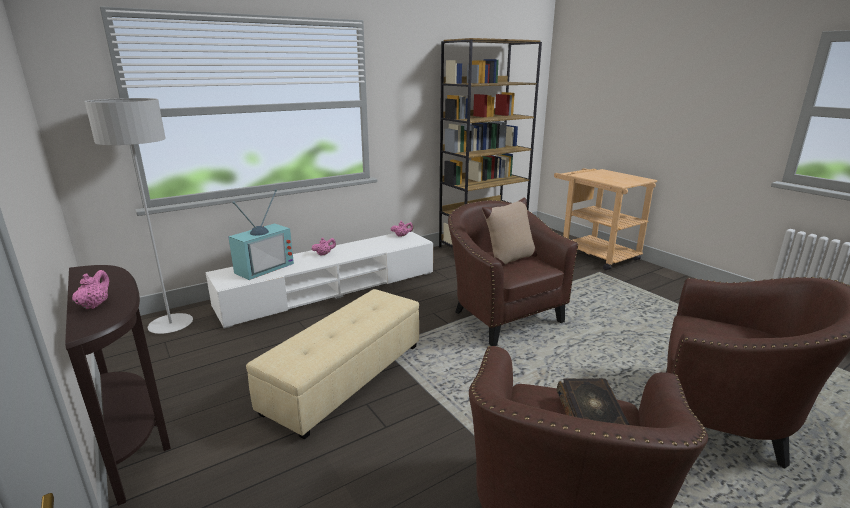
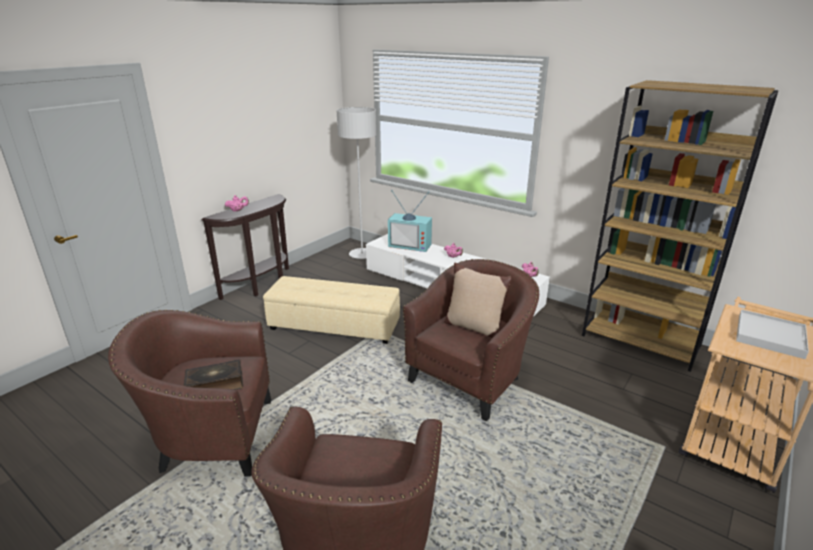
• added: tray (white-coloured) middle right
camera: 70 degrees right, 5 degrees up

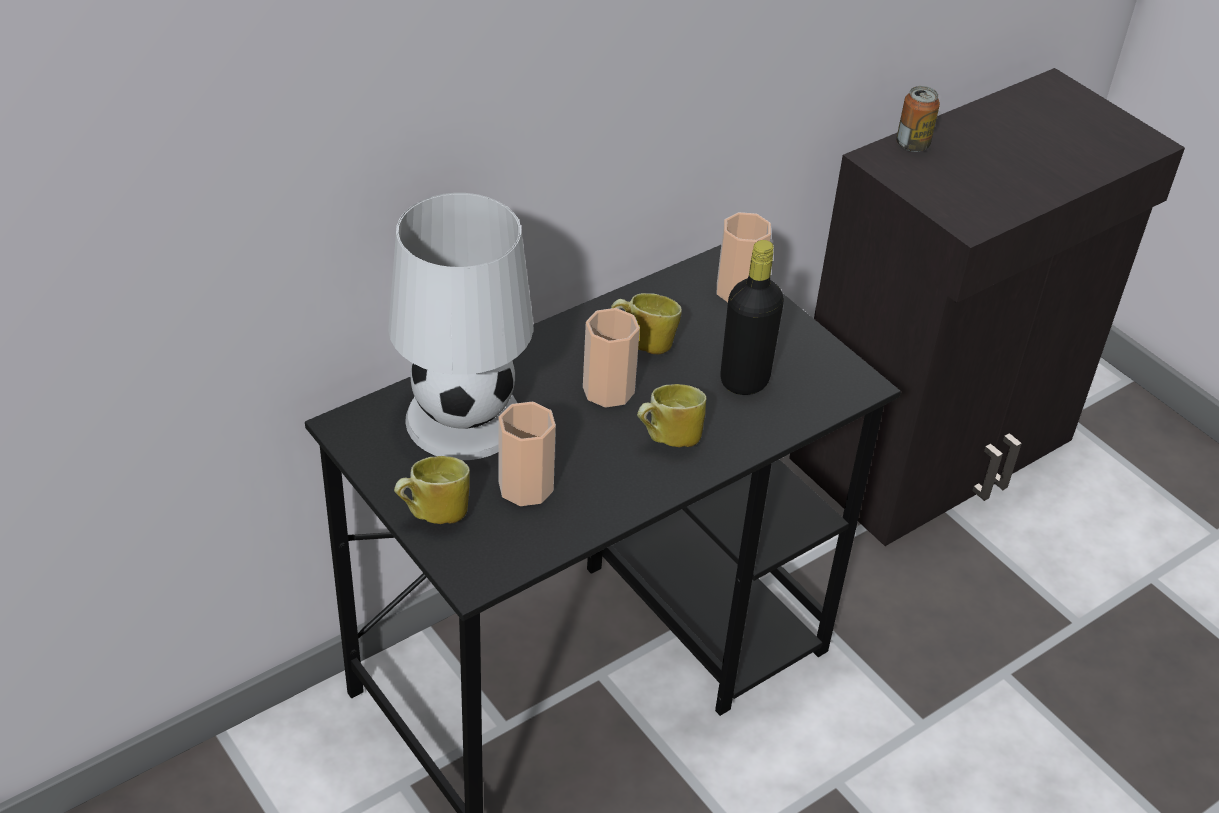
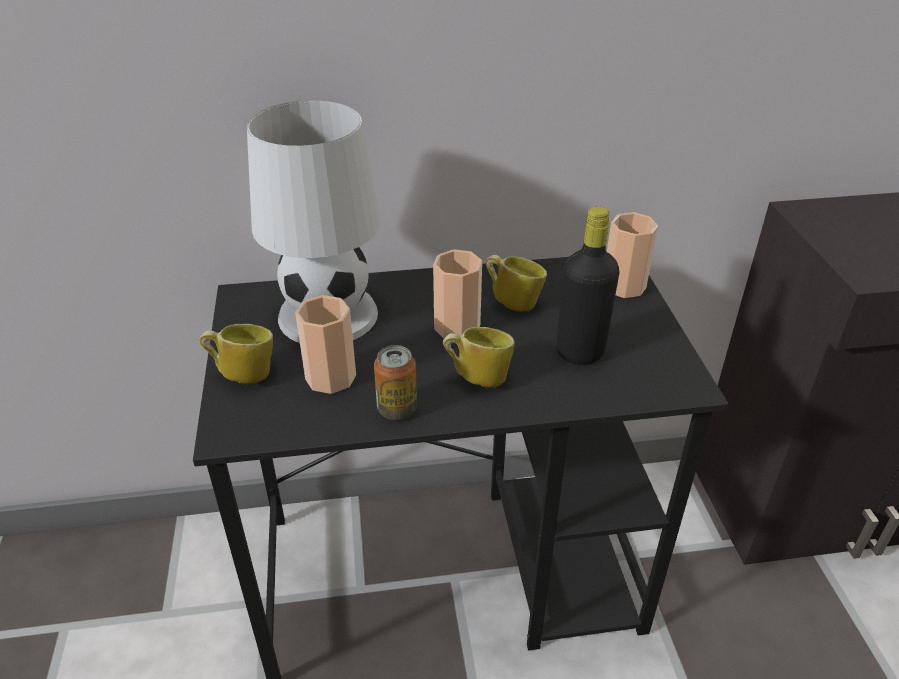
• moved: metal can top right to centre
camera: 30 degrees right, 5 degrees down

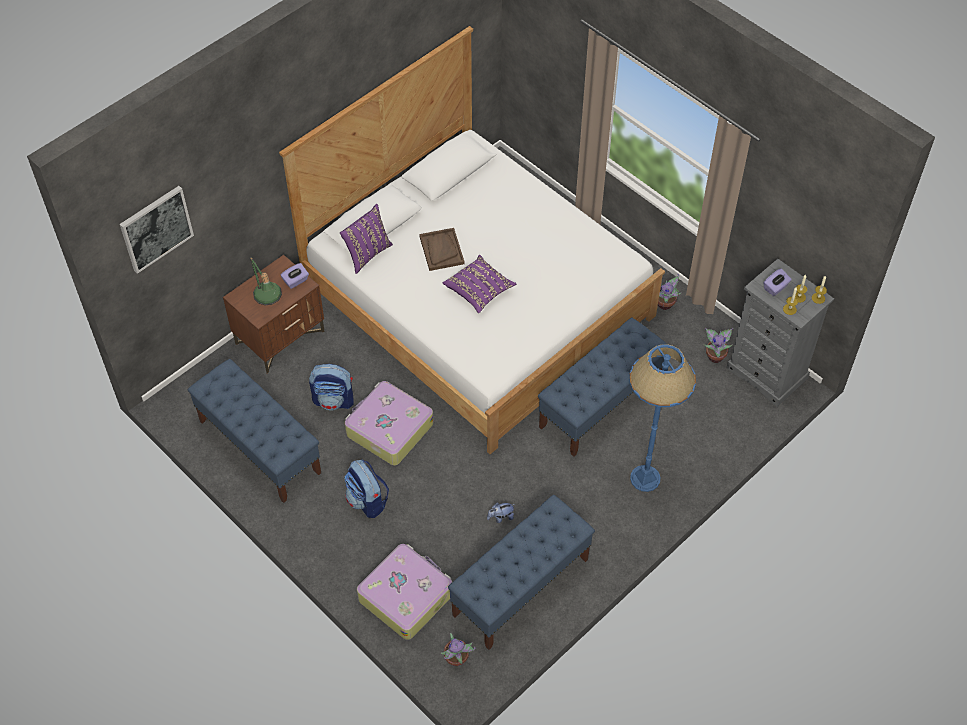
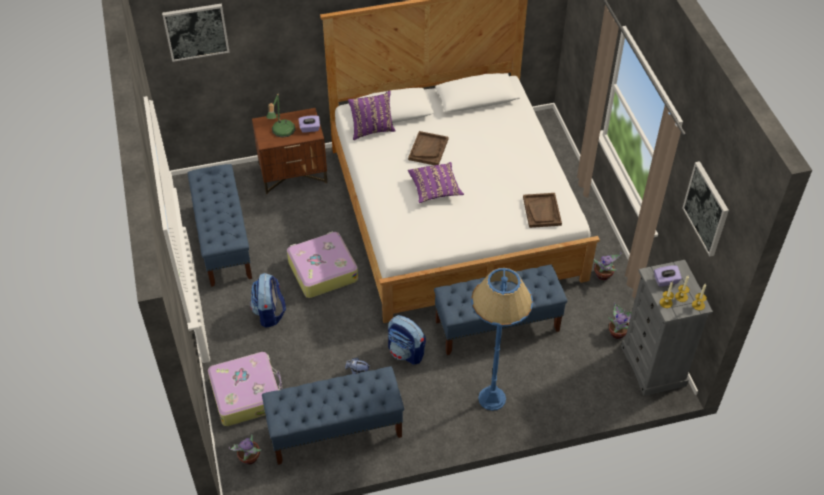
• moved: backpack (1st from left in the first image) centre to backpack (2nd from left) bottom centre
• added: tray (brownish) (2nd from left) centre
• added: wall picture (2nd from left) middle right
camera: 30 degrees right, 5 degrees down

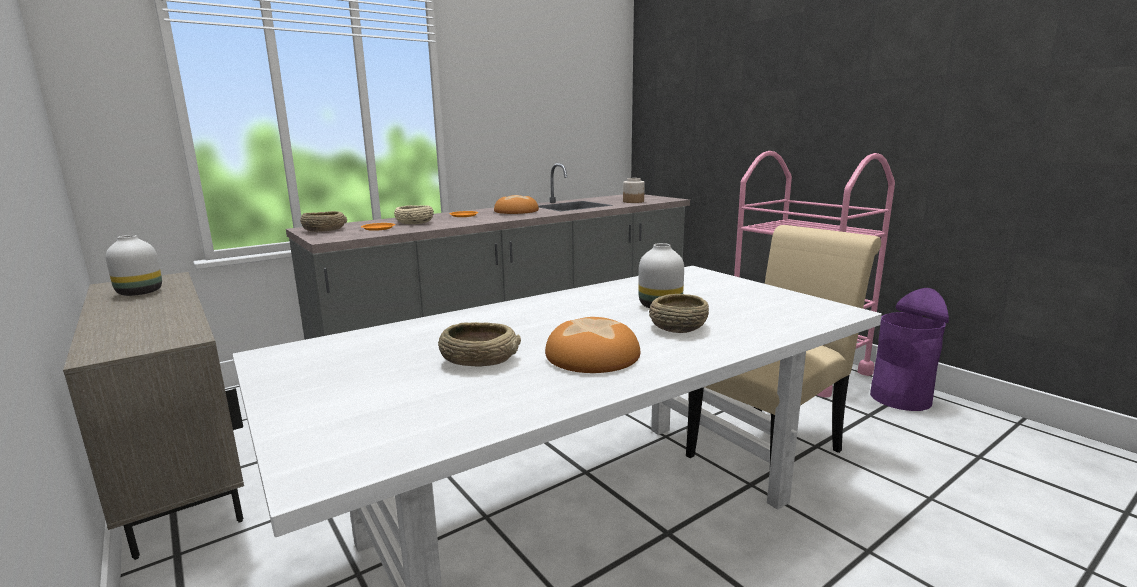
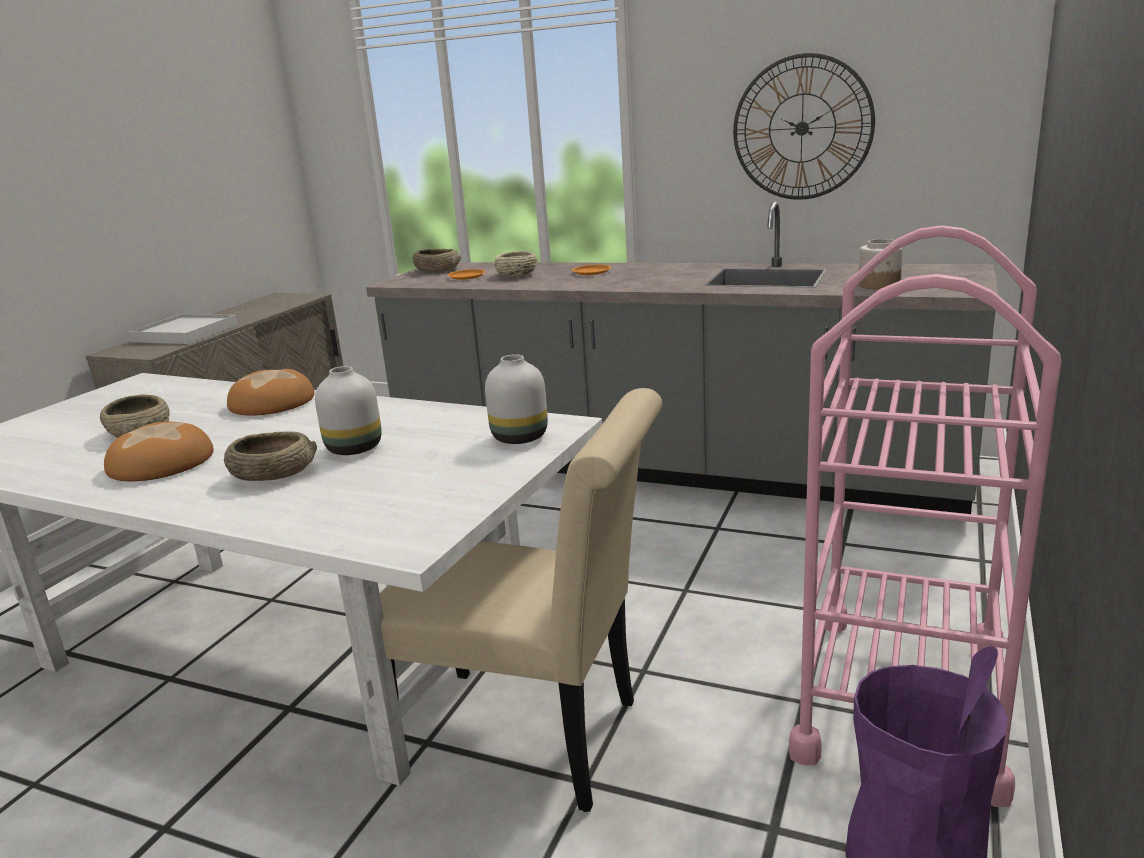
• moved: decorative vase (white-coloured) (1st from left in the first image) middle left to decorative vase (white-coloured) (2nd from left) centre
• moved: bread (1st from left in the first image) centre to bread (2nd from left) middle left
• added: tray (white-coloured) middle left
• added: wall clock top right
camera: 60 degrees right, 5 degrees up

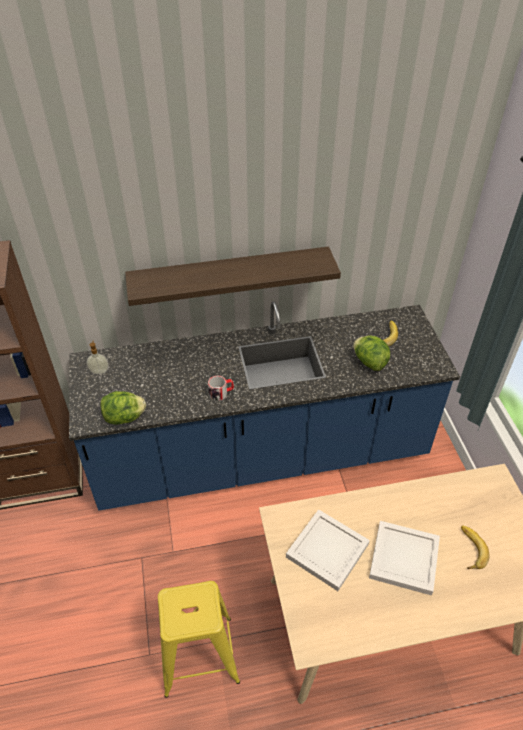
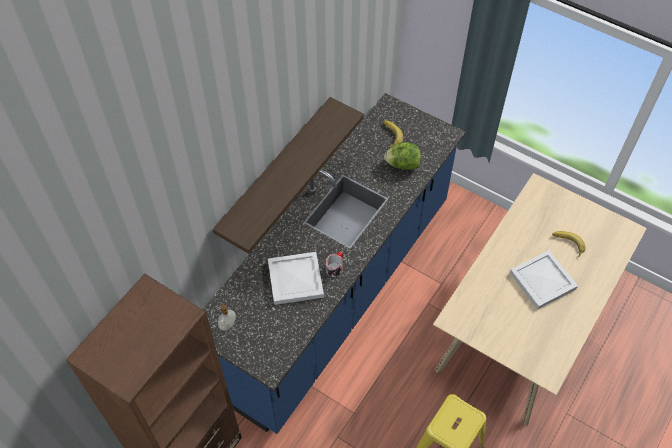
• removed: lettuce (1st from left) middle left
• moved: tray (white-coloured) (1st from left) bottom centre to centre
camera: 45 degrees left, 10 degrees up

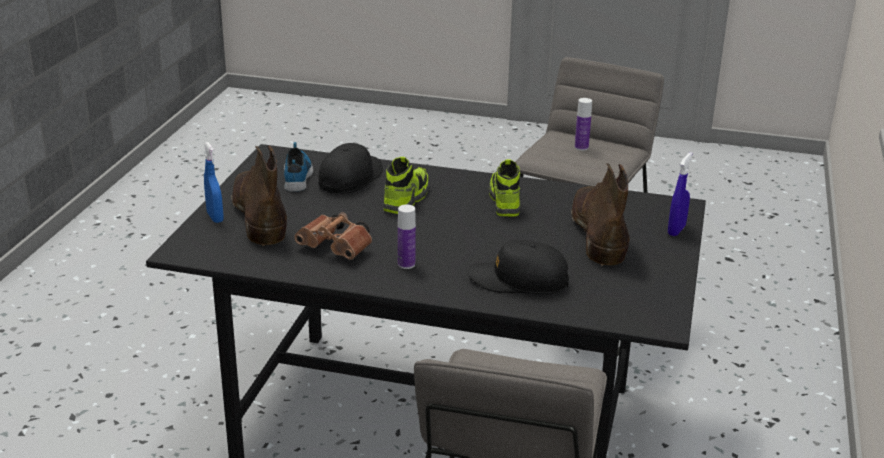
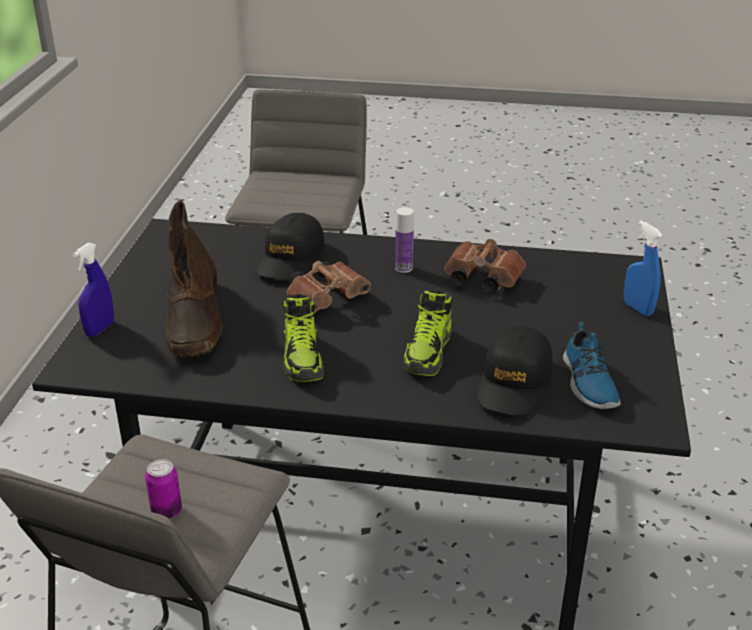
• removed: high-top boot (brownish) (1st from left) middle left
• turned: peaked cap (blackish) (2nd from left in the first image) centre = centre 105 degrees clockwise
• replaced: drink bottle (2nd from left) top centre to metal can bottom left
• added: pair of binoculars (brownish) (1st from left) centre
camera: 175 degrees right, 5 degrees up

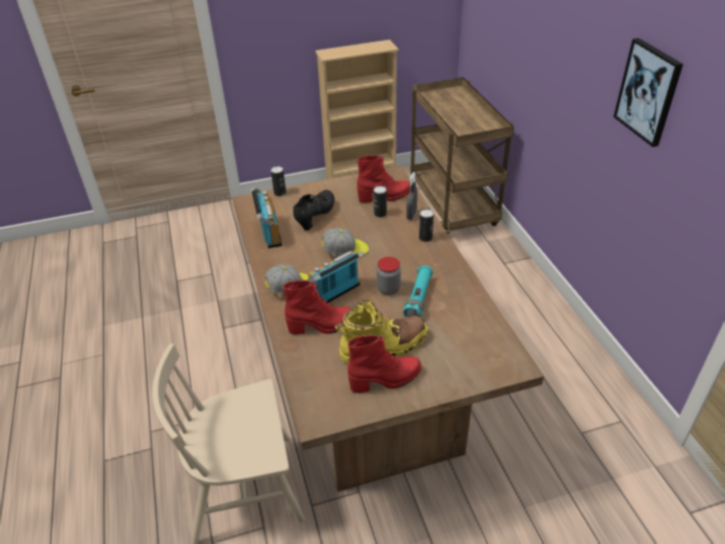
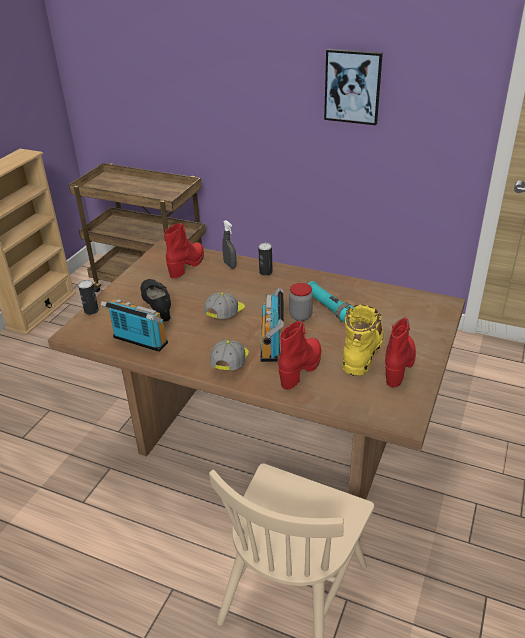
• removed: metal can (2nd from left) centre
camera: 50 degrees left, 5 degrees down

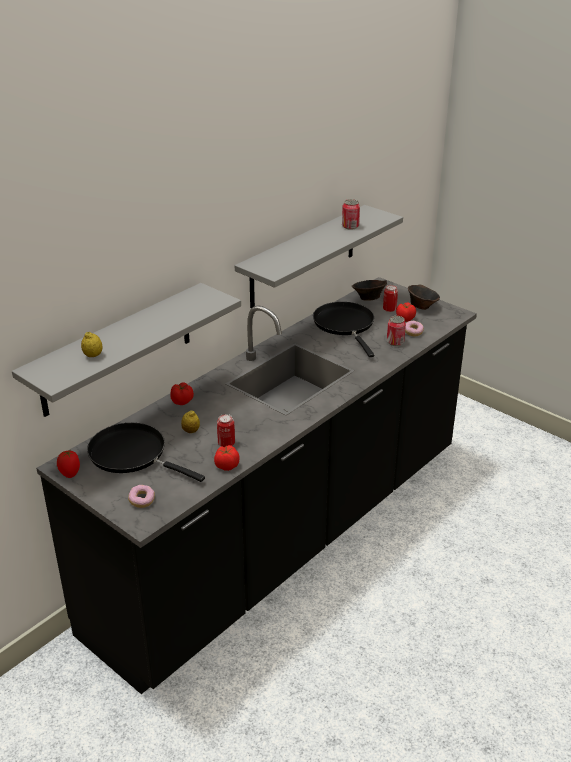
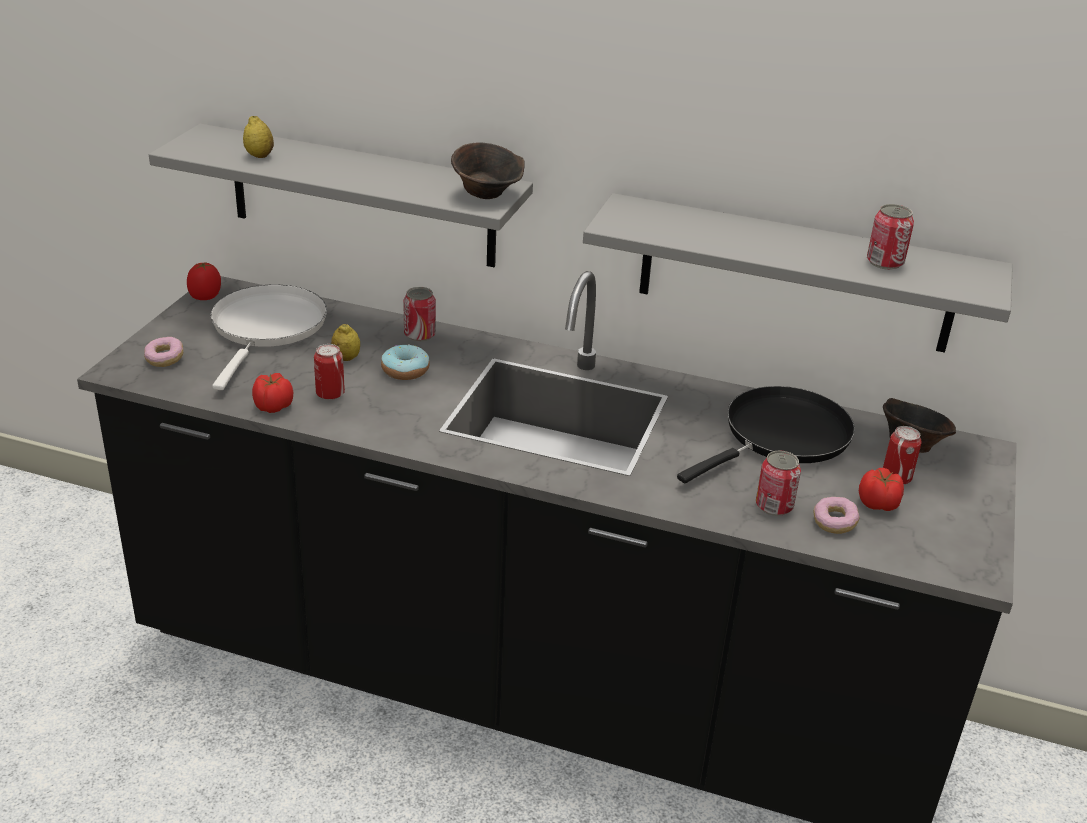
• recoloured: skillet (blackish) (1st from left) middle left to skillet (white-coloured) middle left
• replaced: whole tomato (2nd from left) middle left to metal can (2nd from left) centre
• moved: bowl (brownish) (2nd from left in the first image) middle right to bowl (brownish) (1st from left) top centre
• added: donut (2nd from left) centre
camera: 65 degrees right, 0 degrees up

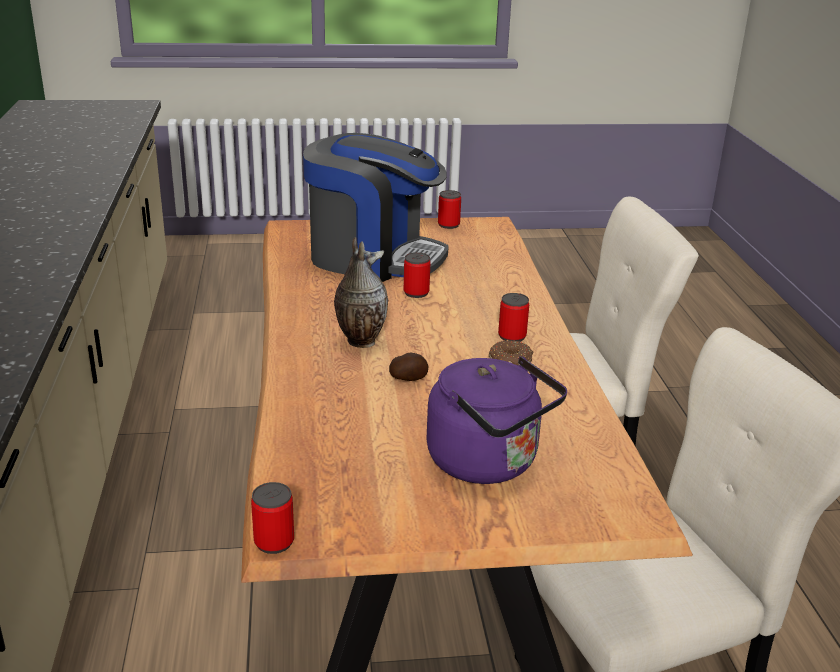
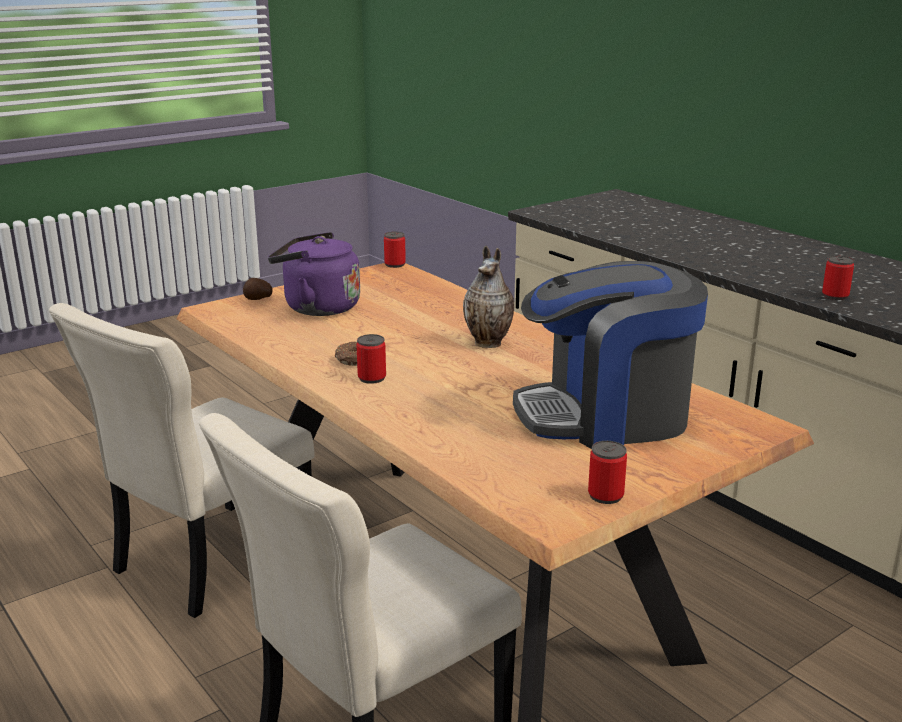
• moved: potato centre to middle left
• moved: metal can (2nd from left in the first image) centre to metal can (4th from left) middle right
camera: 150 degrees right, 5 degrees down

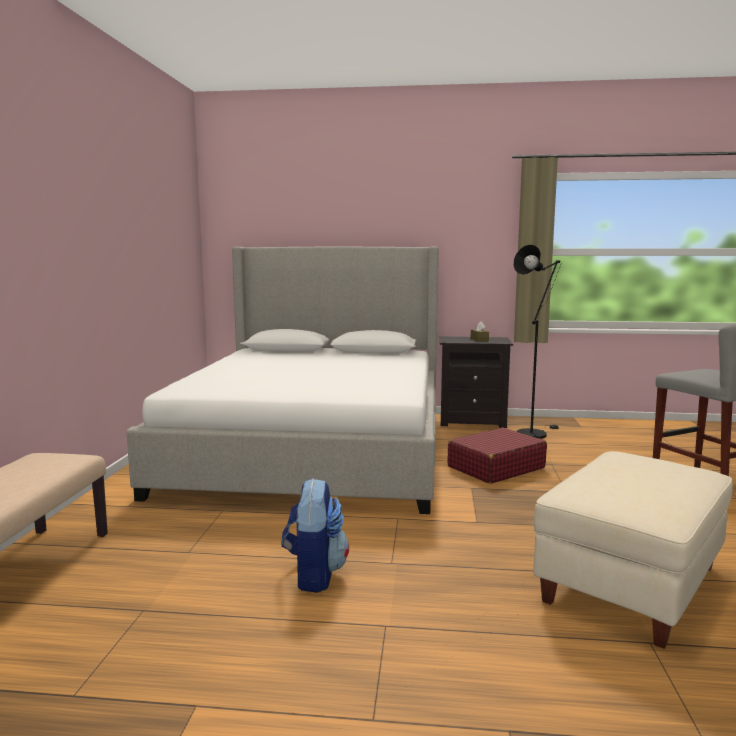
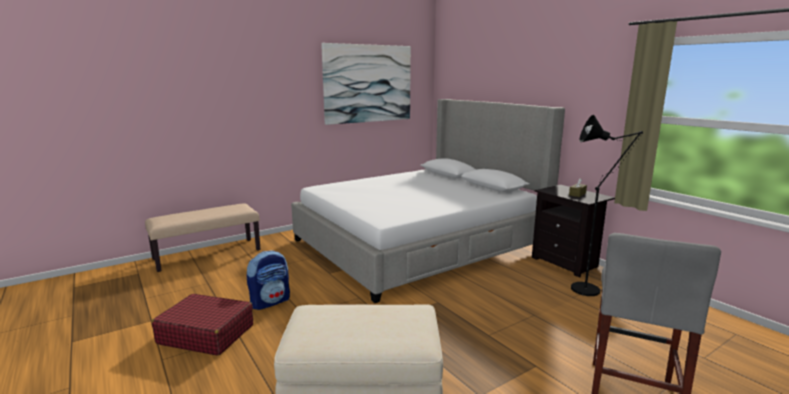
• moved: piece of luggage (reddish) middle right to bottom left
• added: wall picture top centre
camera: 50 degrees right, 5 degrees up

